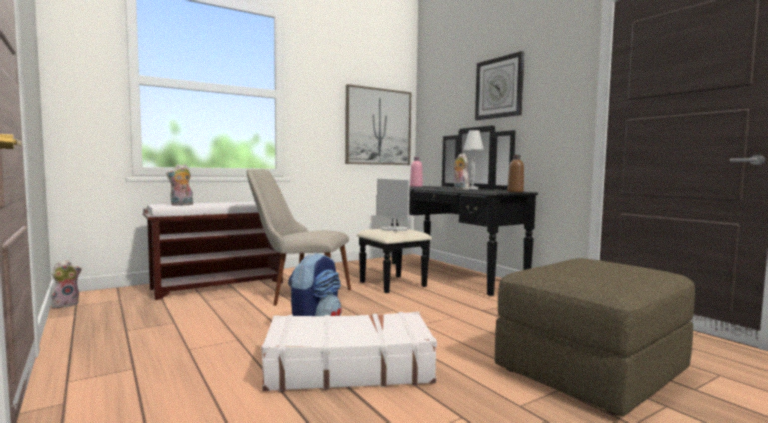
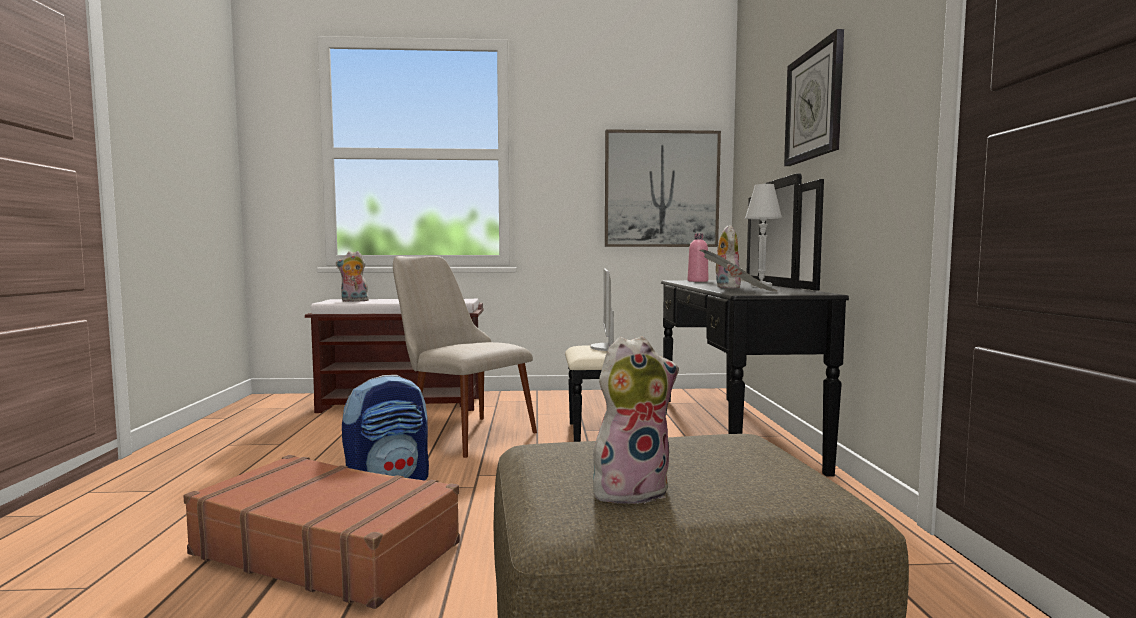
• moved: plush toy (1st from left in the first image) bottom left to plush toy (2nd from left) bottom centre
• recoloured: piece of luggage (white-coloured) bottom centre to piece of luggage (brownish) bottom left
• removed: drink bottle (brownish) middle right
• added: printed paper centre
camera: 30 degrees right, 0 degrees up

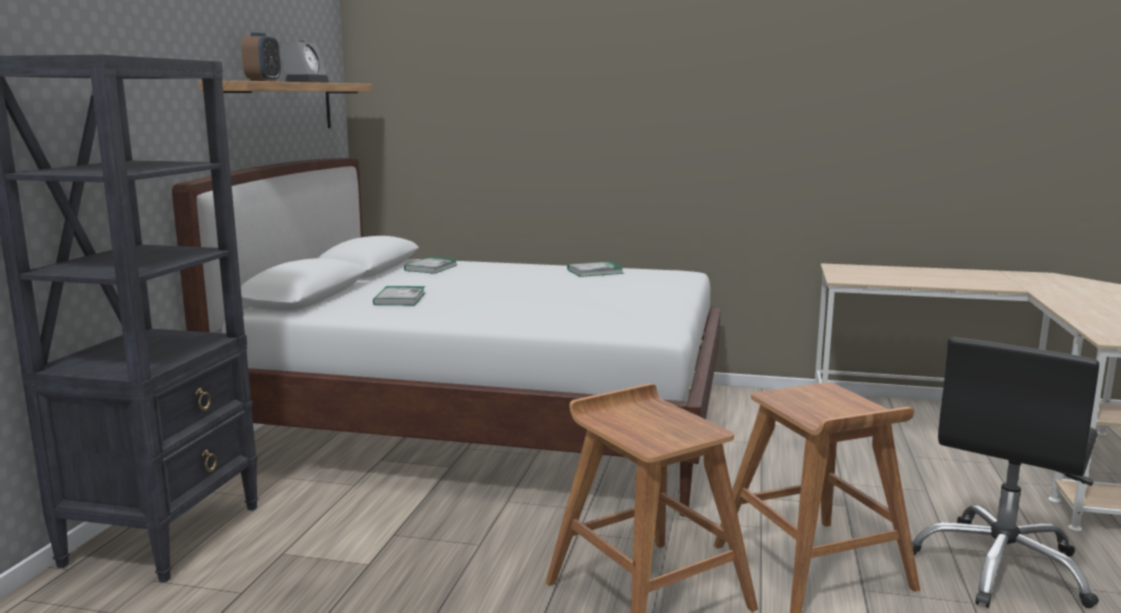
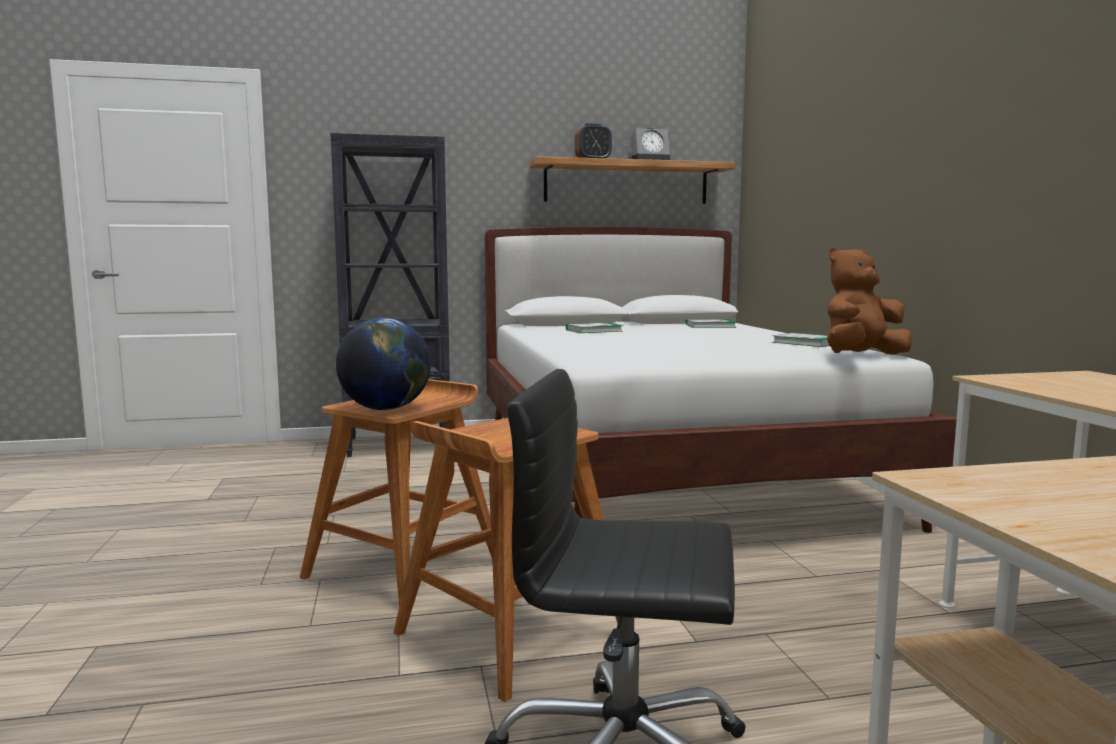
• added: world globe centre
• added: plush toy (brownish) middle right
camera: 65 degrees right, 5 degrees down

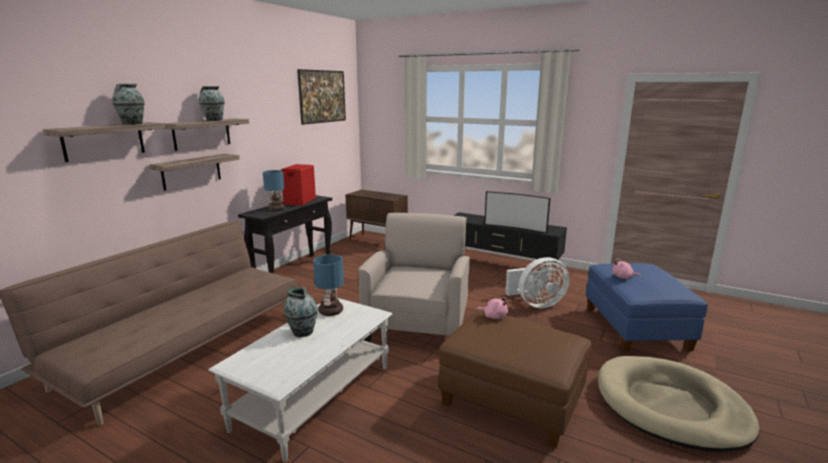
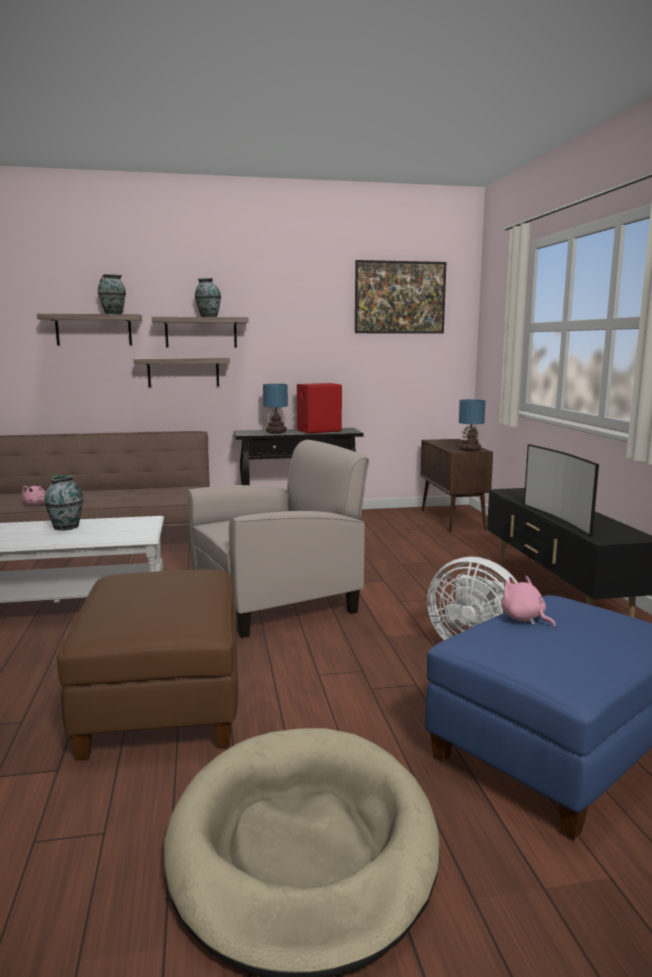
• moved: lamp for a table (2nd from left) centre to middle right
• moved: plush toy (pink-coloured) (1st from left) centre to middle left
camera: 50 degrees right, 5 degrees down

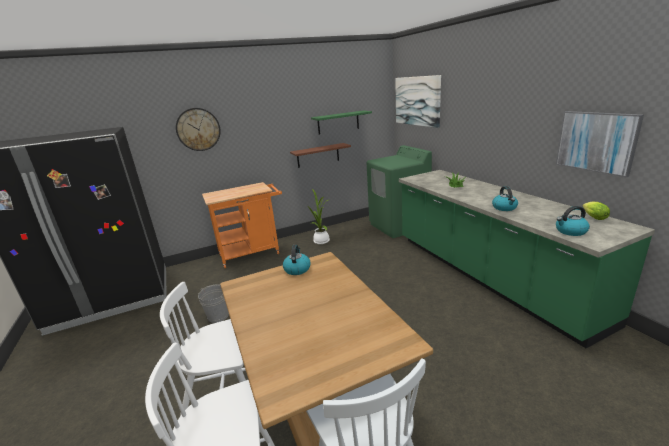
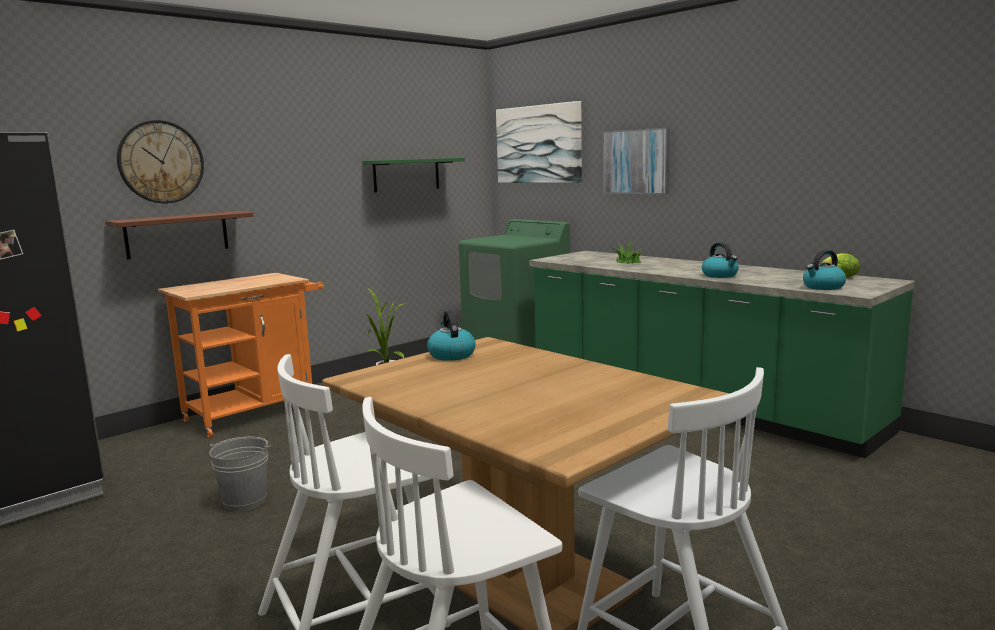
• moved: shelf (brownish) centre to middle left
• moved: wall picture (2nd from left) top right to top centre
camera: 20 degrees left, 10 degrees down

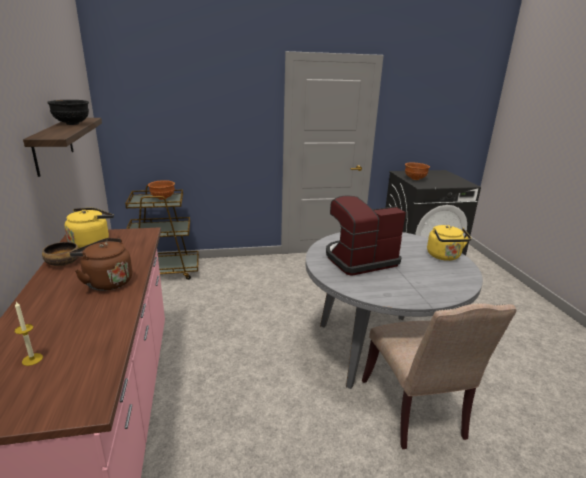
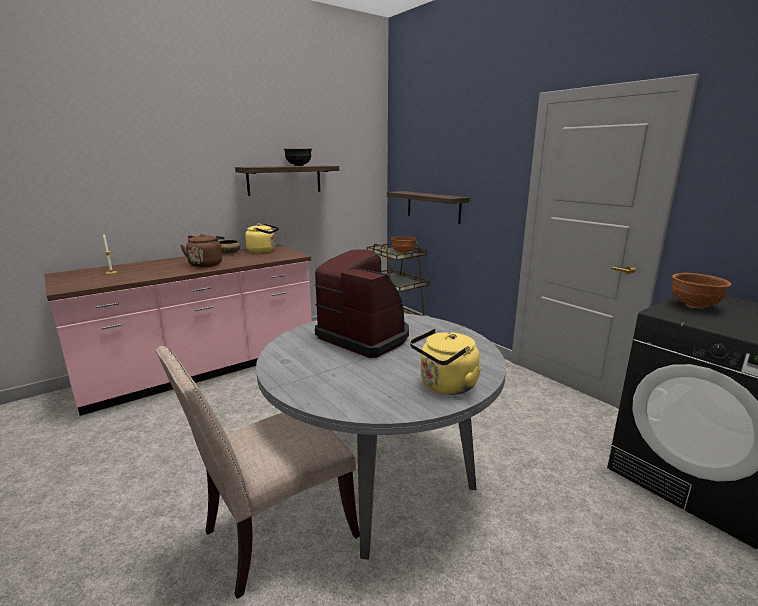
• added: shelf (2nd from left) centre
camera: 65 degrees right, 5 degrees down

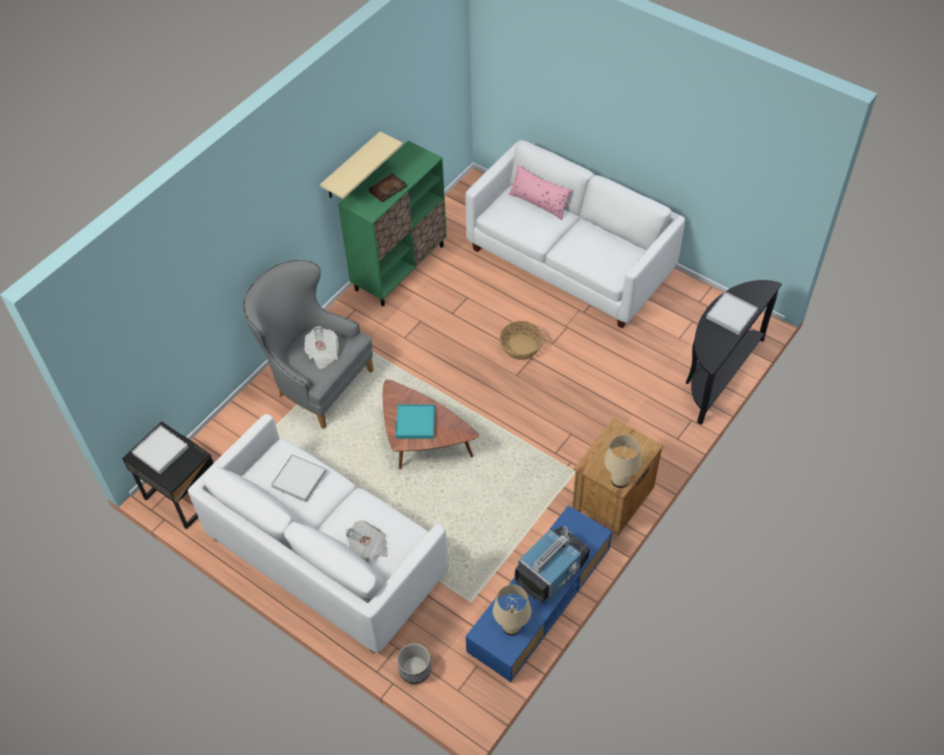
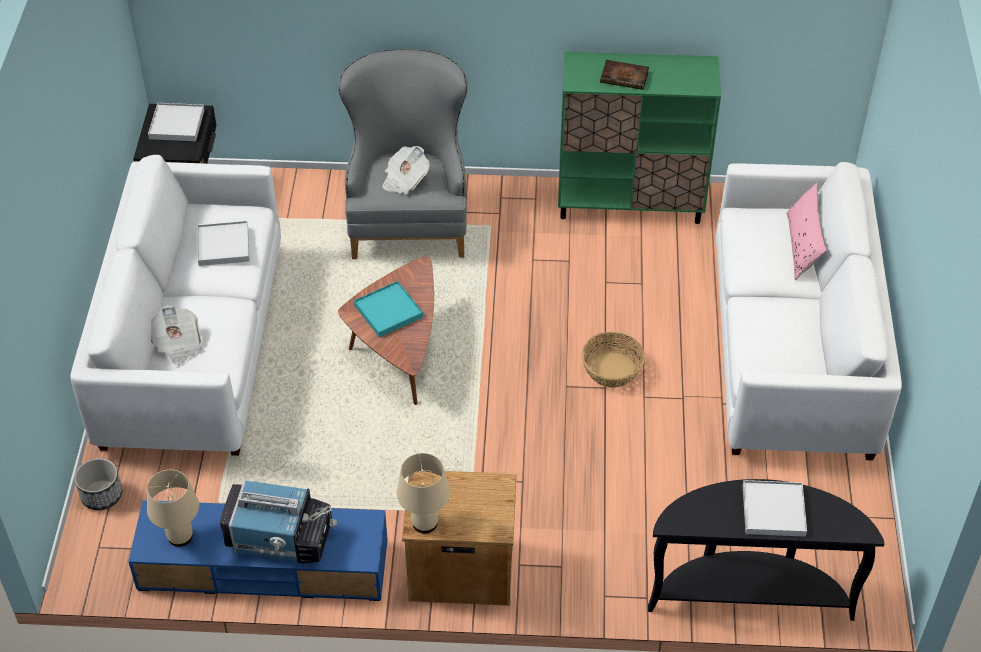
• removed: shelf (beige-coloured) top centre
camera: 55 degrees right, 5 degrees down

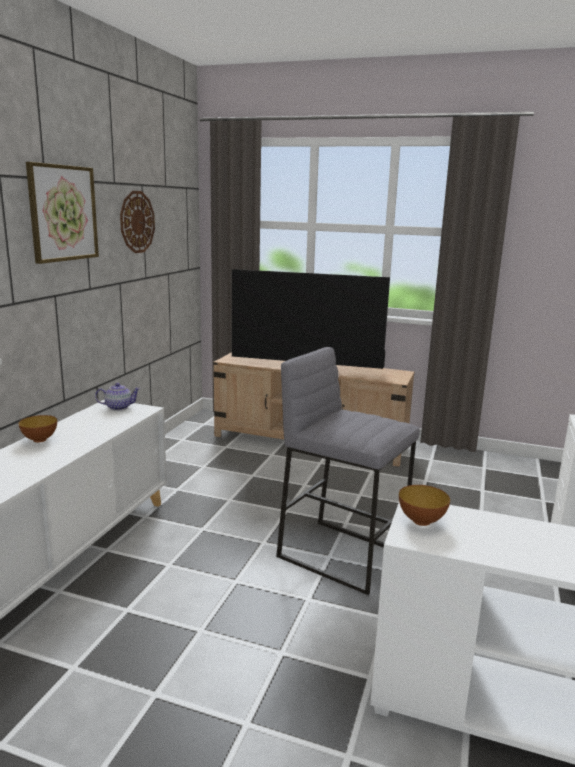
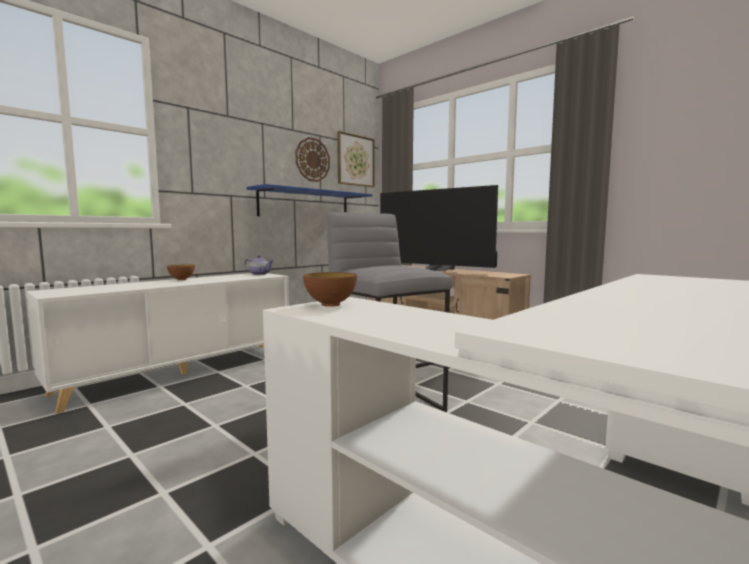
• moved: wall picture top left to top centre
• added: shelf (bluish) centre
camera: 25 degrees right, 10 degrees down

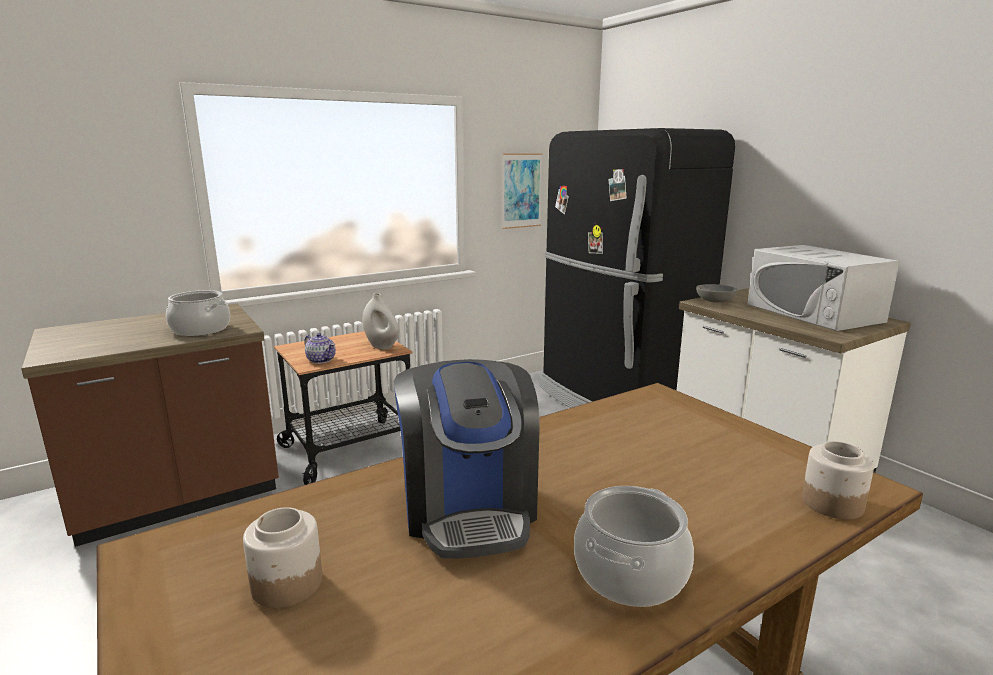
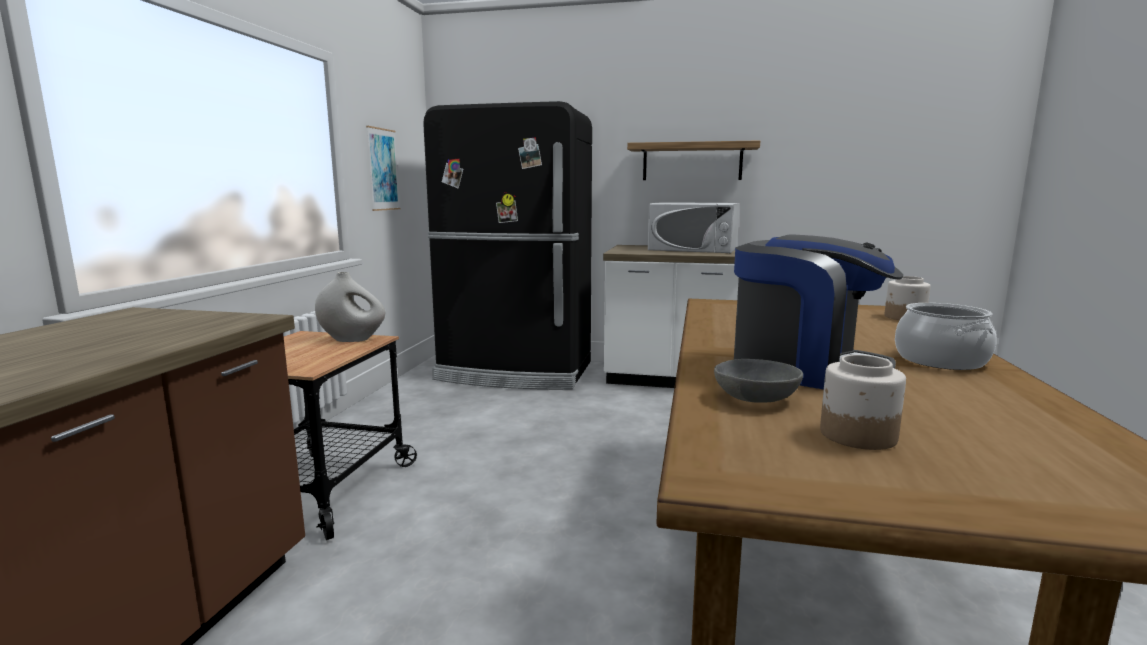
• removed: saucepot (1st from left) middle left
• removed: teapot middle left
• moved: bowl (grey) middle right to centre
• added: shelf top centre
camera: 45 degrees left, 5 degrees down

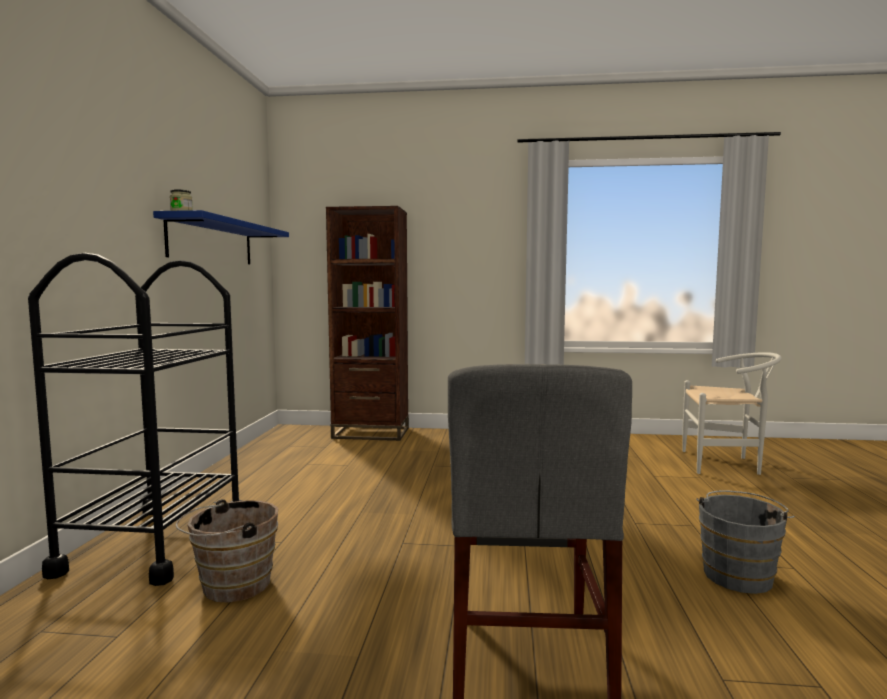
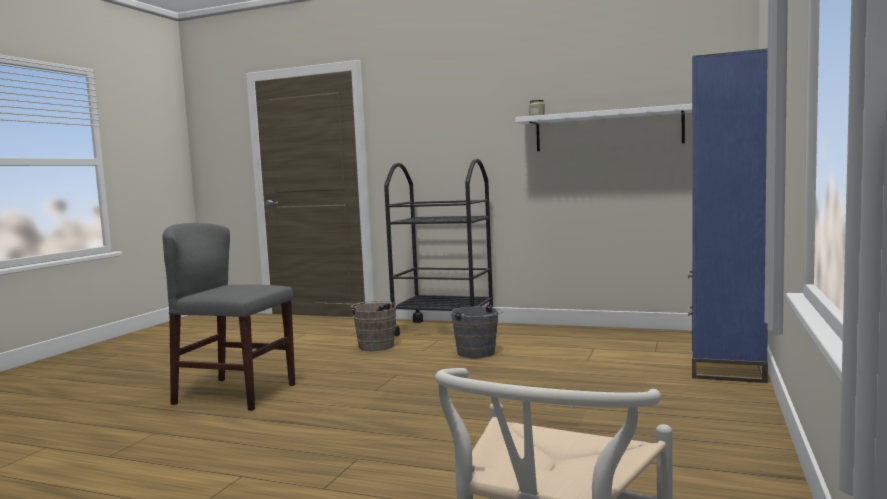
• recoloured: shelf (bluish) middle left to shelf (white-coloured) top right
• recoloured: shelving unit (brownish) centre to shelving unit (bluish) middle right
• moved: water bucket (grey) bottom right to centre
camera: 105 degrees right, 0 degrees up

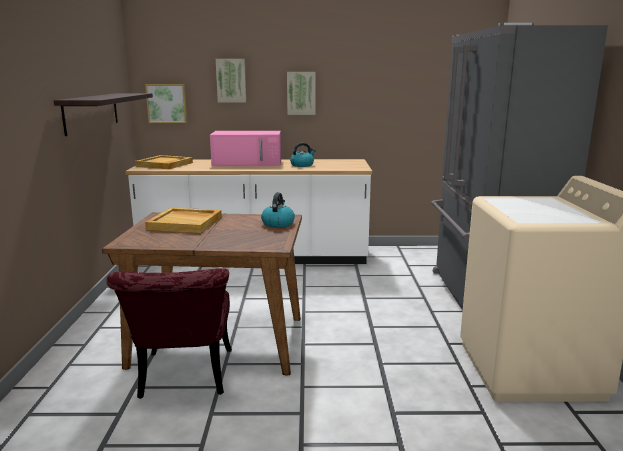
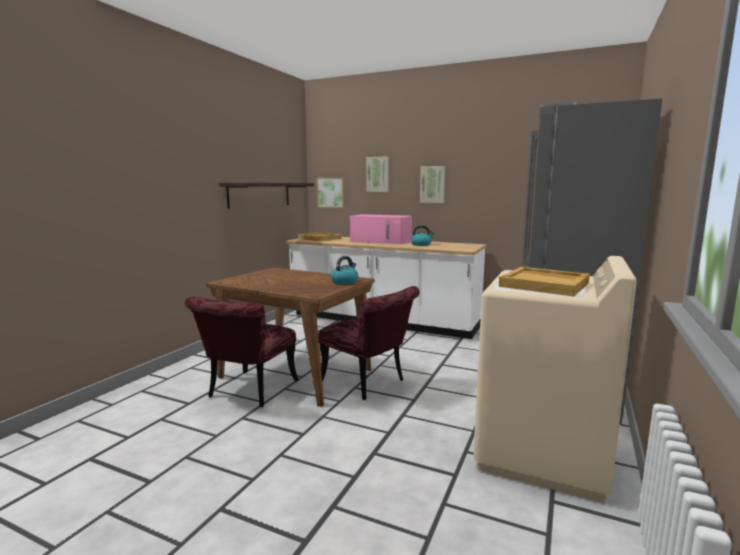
• moved: tray (beige-coloured) (2nd from left) middle left to middle right
• added: plain chair (reddish) (2nd from left) centre
camera: 25 degrees right, 5 degrees down

